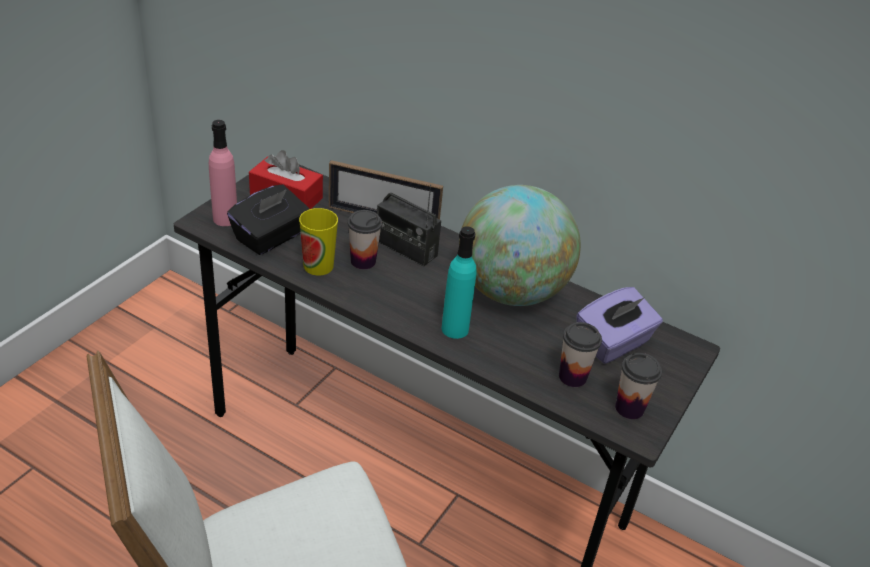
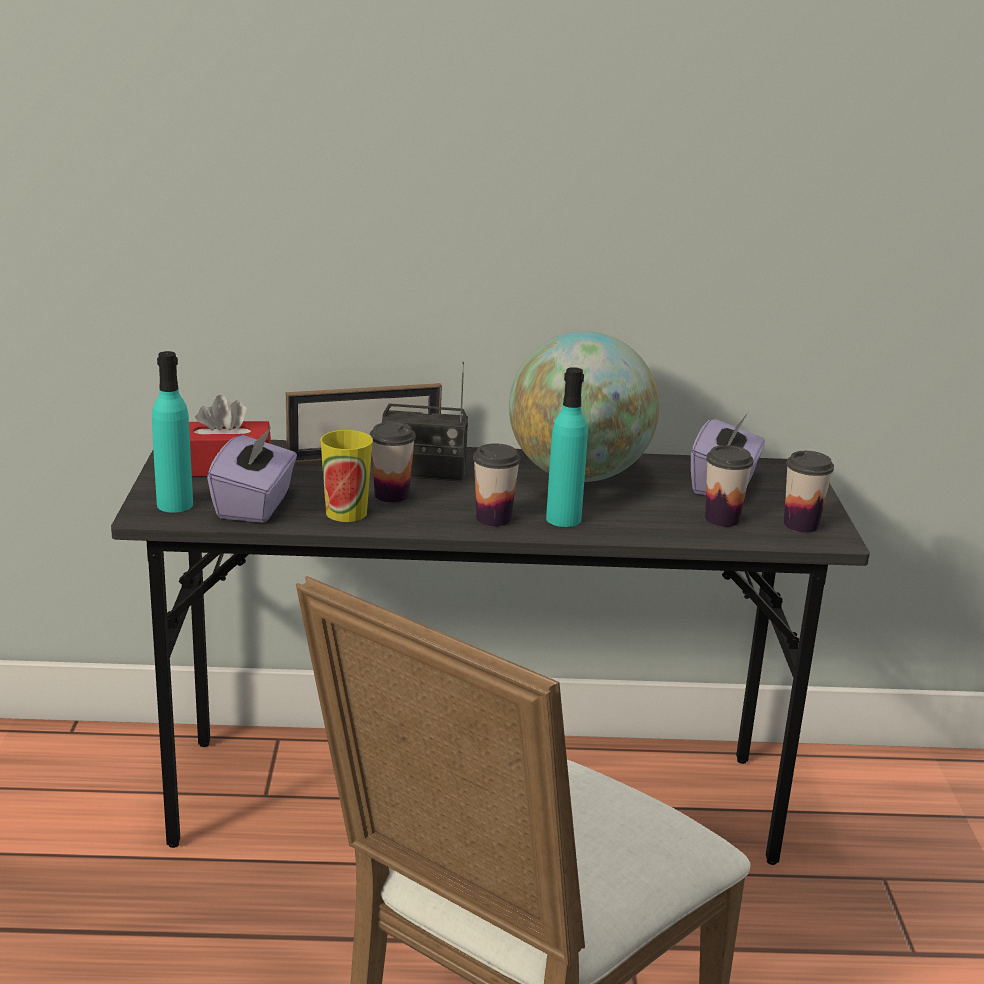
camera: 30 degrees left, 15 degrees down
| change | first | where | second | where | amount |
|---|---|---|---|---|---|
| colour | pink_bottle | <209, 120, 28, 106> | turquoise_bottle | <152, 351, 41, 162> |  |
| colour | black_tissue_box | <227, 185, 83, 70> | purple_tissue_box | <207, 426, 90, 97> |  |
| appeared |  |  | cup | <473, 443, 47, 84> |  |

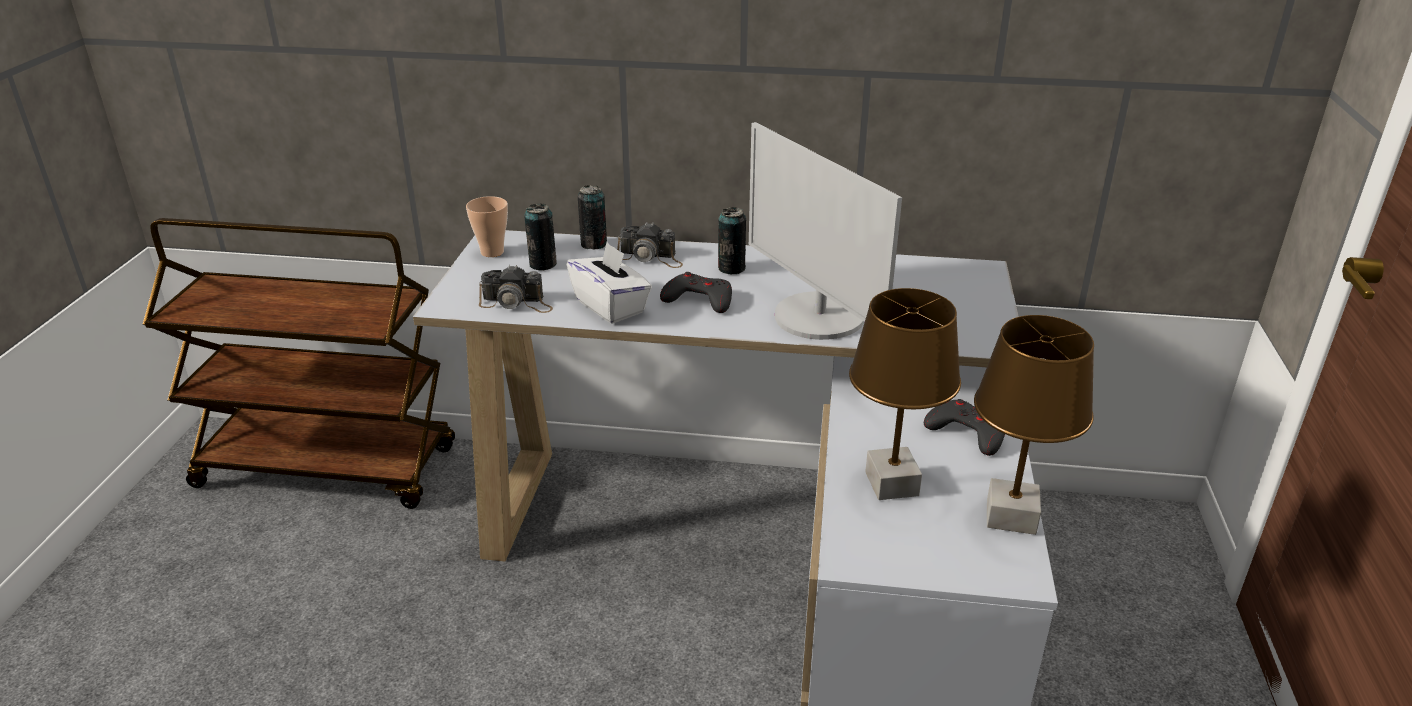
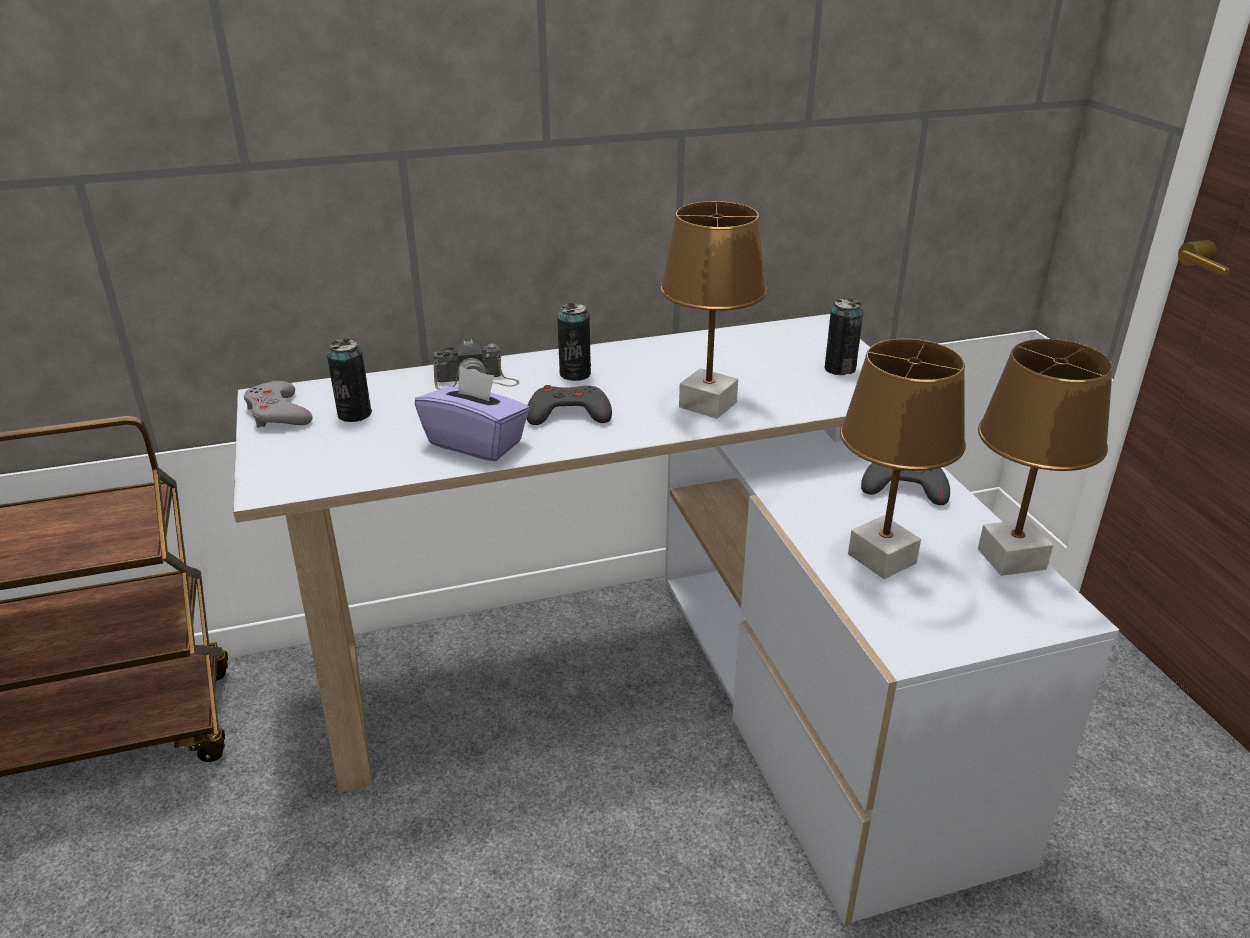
camera: 25 degrees left, 0 degrees up
| change | first | where | second | where | amount |
|---|---|---|---|---|---|
| exchanged | cup | <466, 196, 42, 61> | grey_game_controller | <244, 381, 69, 47> |  |
| missing | photo_camera | <479, 265, 74, 48> |  |  |  |
| colour | white_tissue_box | <567, 242, 85, 82> | purple_tissue_box | <415, 366, 115, 96> |  |
| relocated | can | <578, 185, 29, 65> |  | <824, 298, 39, 77> |  |
| exchanged | monitor | <749, 122, 153, 218> | brown_table_lamp | <660, 201, 107, 218> |  |

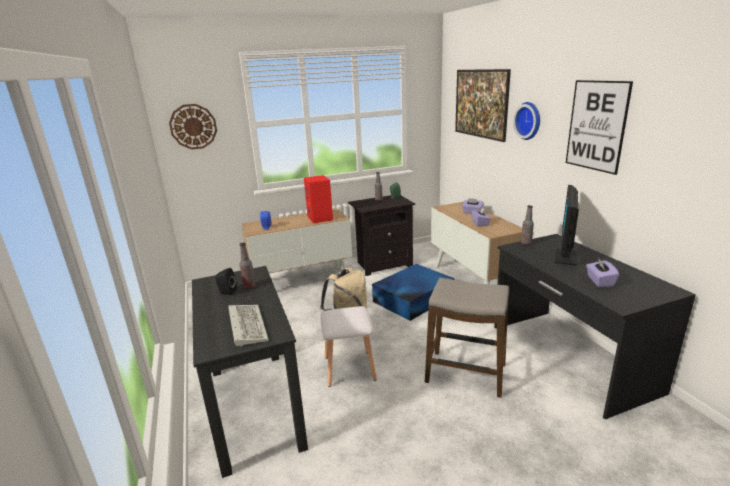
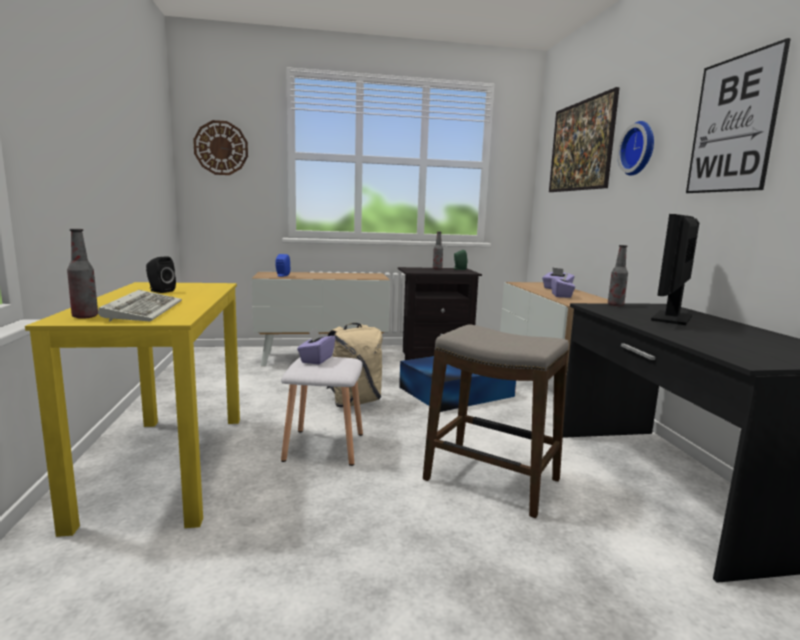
camera: 10 degrees right, 10 degrees down
| change | first | where | second | where | amount |
|---|---|---|---|---|---|
| colour | black_desk | <192, 266, 116, 212> | yellow_desk | <25, 282, 215, 255> |  |
| relocated | bottle | <239, 243, 17, 46> |  | <67, 229, 31, 90> |  |
| missing | red_speaker | <304, 175, 29, 49> |  |  |  |
| relocated | purple_tissue_box | <586, 258, 34, 29> |  | <297, 328, 38, 37> |  |

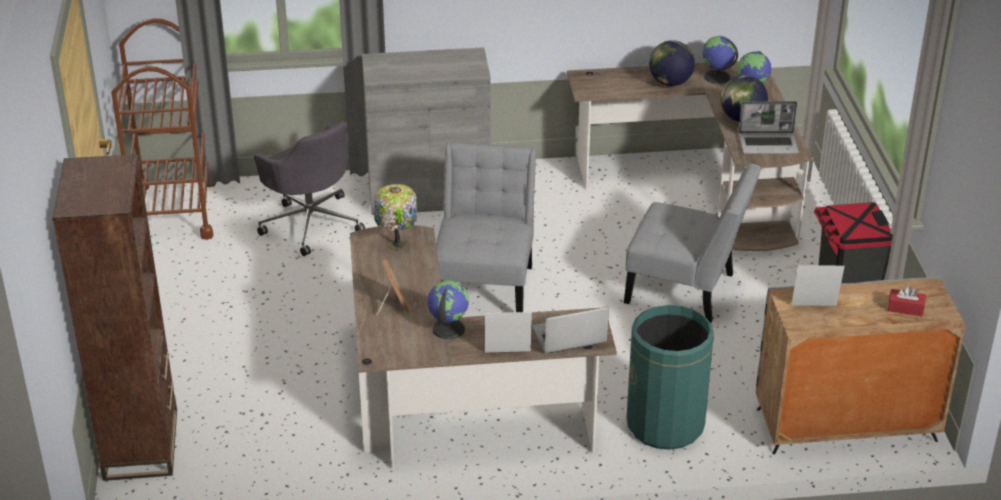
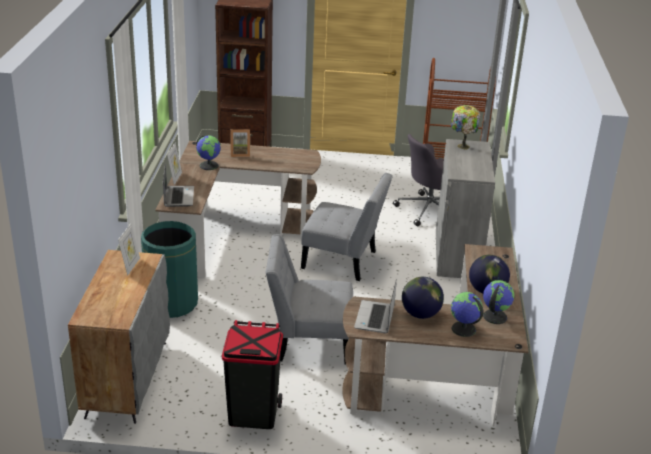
camera: 100 degrees right, 5 degrees down
| change | first | where | second | where | amount |
|---|---|---|---|---|---|
| relocated | table_lamp | <374, 184, 43, 67> |  | <451, 105, 29, 45> |  |
| spun | grey_chair | <624, 163, 137, 160> |  | <266, 234, 87, 131> | 60 degrees clockwise |
| missing | red_tissue_box | <888, 286, 38, 31> |  |  |  |

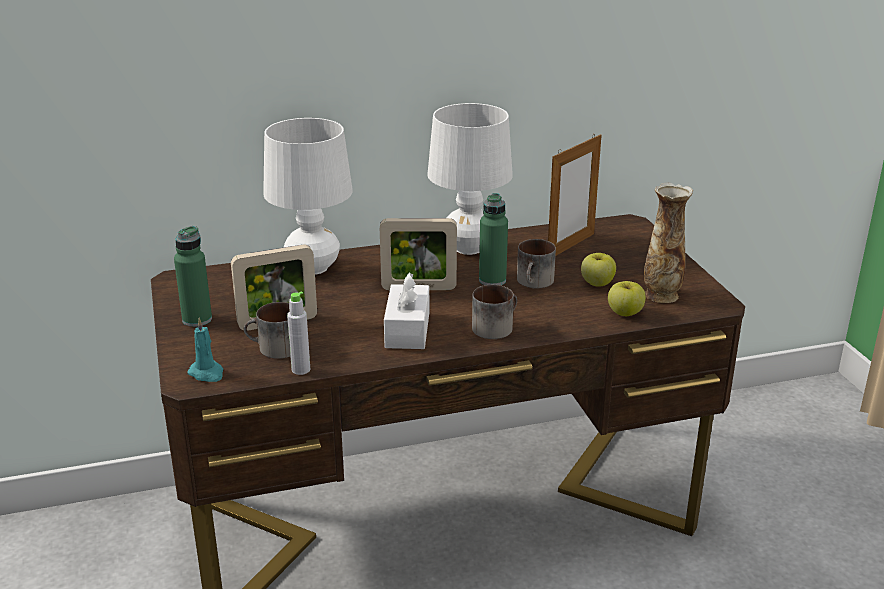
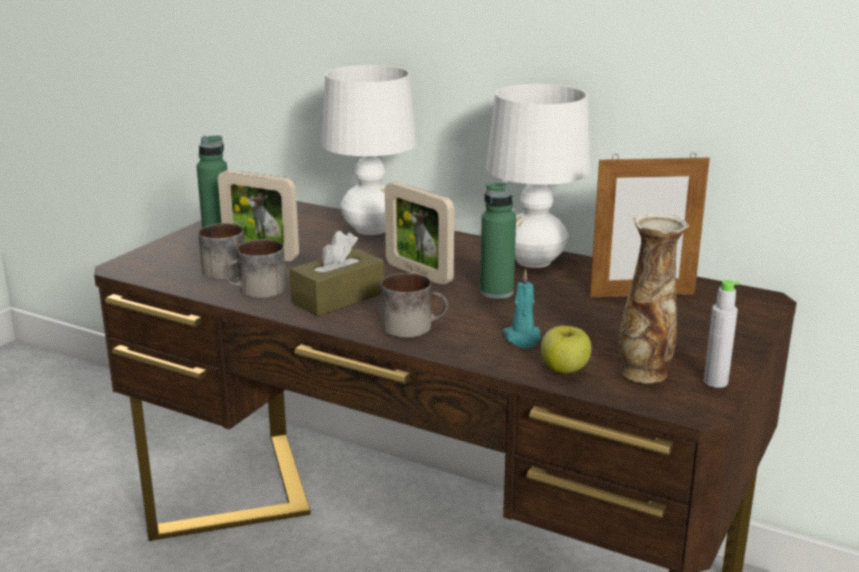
camera: 45 degrees right, 5 degrees down
| change | first | where | second | where | amount |
|---|---|---|---|---|---|
| relocated | turquoise_candle | <187, 317, 36, 65> |  | <503, 269, 38, 79> |  |
| relocated | grey_bottle | <287, 292, 23, 83> |  | <704, 280, 36, 108> |  |
| colour | white_tissue_box | <384, 272, 45, 77> | brown_tissue_box | <289, 231, 95, 85> |  |
| relocated | mug | <517, 239, 39, 49> |  | <224, 239, 62, 59> |  |
| missing | apple | <581, 253, 35, 33> |  |  |  |

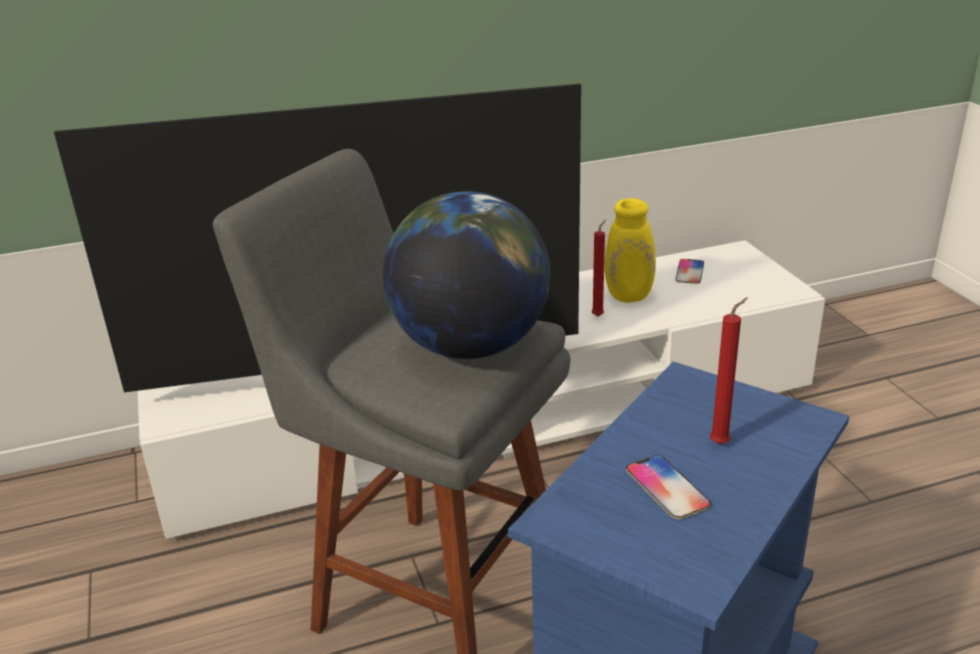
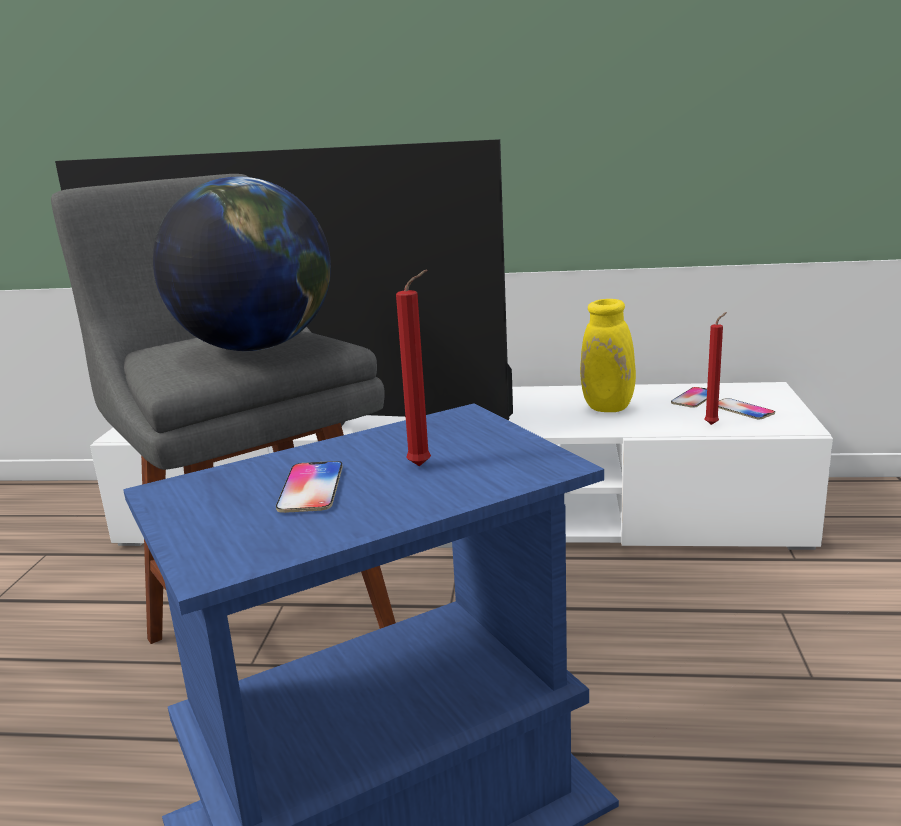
camera: 25 degrees right, 10 degrees down
| change | first | where | second | where | amount |
|---|---|---|---|---|---|
| relocated | red_candle | <592, 220, 14, 96> |  | <704, 312, 23, 113> |  |
| appeared |  |  | phone | <718, 398, 57, 22> |  |

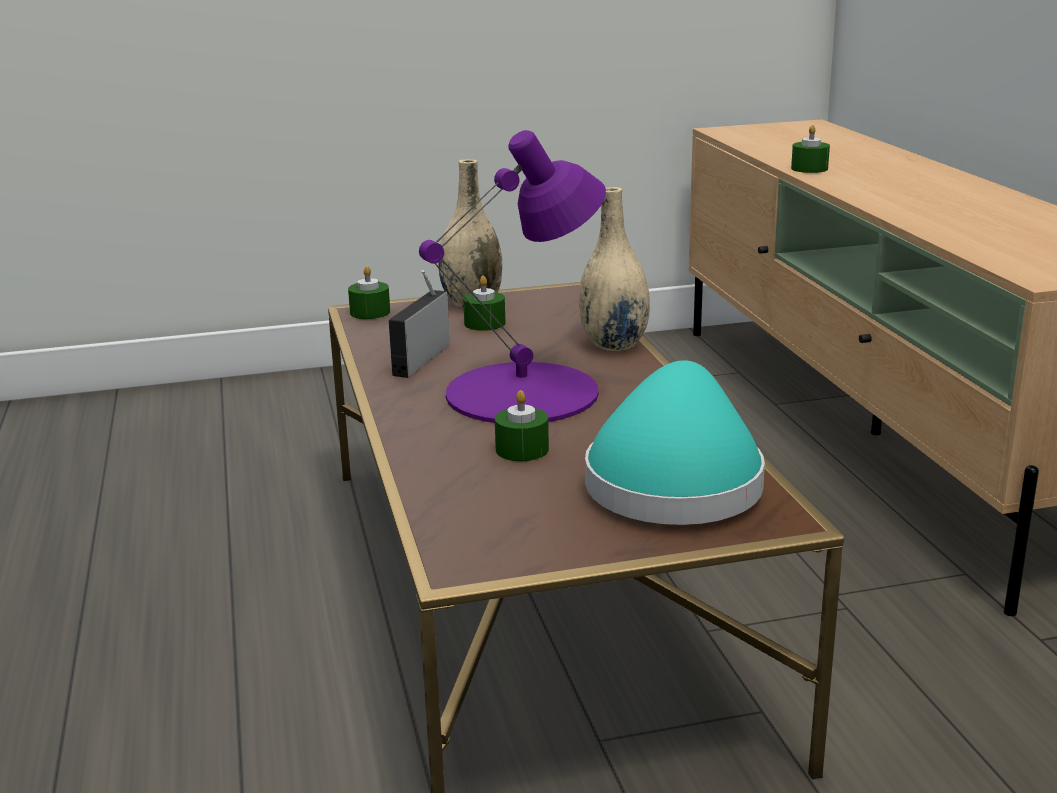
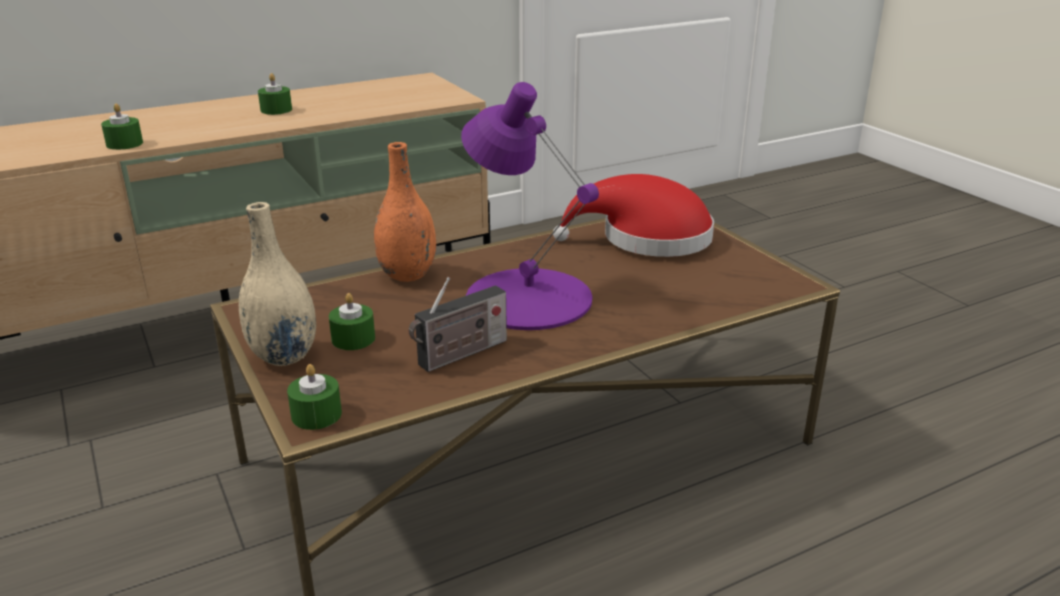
camera: 105 degrees left, 5 degrees up
| change | first | where | second | where | amount |
|---|---|---|---|---|---|
| spun | radio | <389, 270, 61, 108> |  | <409, 277, 98, 95> | 45 degrees counterclockwise |
| relocated | green_candle | <495, 390, 54, 71> |  | <258, 73, 34, 42> |  |
| colour | beige_vase | <579, 187, 71, 164> | orange_vase | <374, 142, 62, 140> |  |
| colour | turquoise_hat | <585, 360, 180, 165> | red_hat | <553, 174, 161, 83> |  |

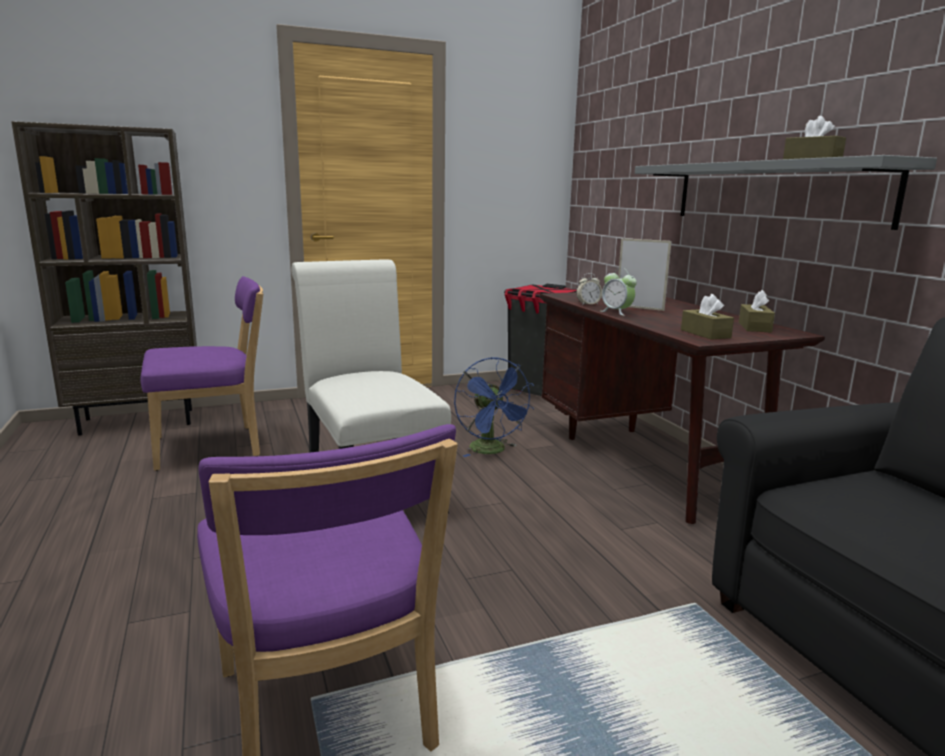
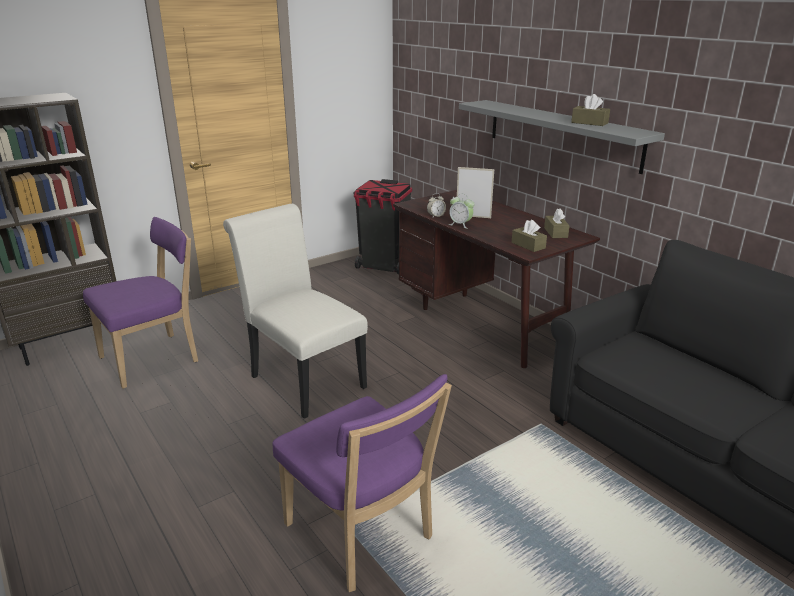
camera: 15 degrees left, 10 degrees up
| change | first | where | second | where | amount |
|---|---|---|---|---|---|
| missing | blue_fan | <454, 357, 80, 100> |  |  |  |

